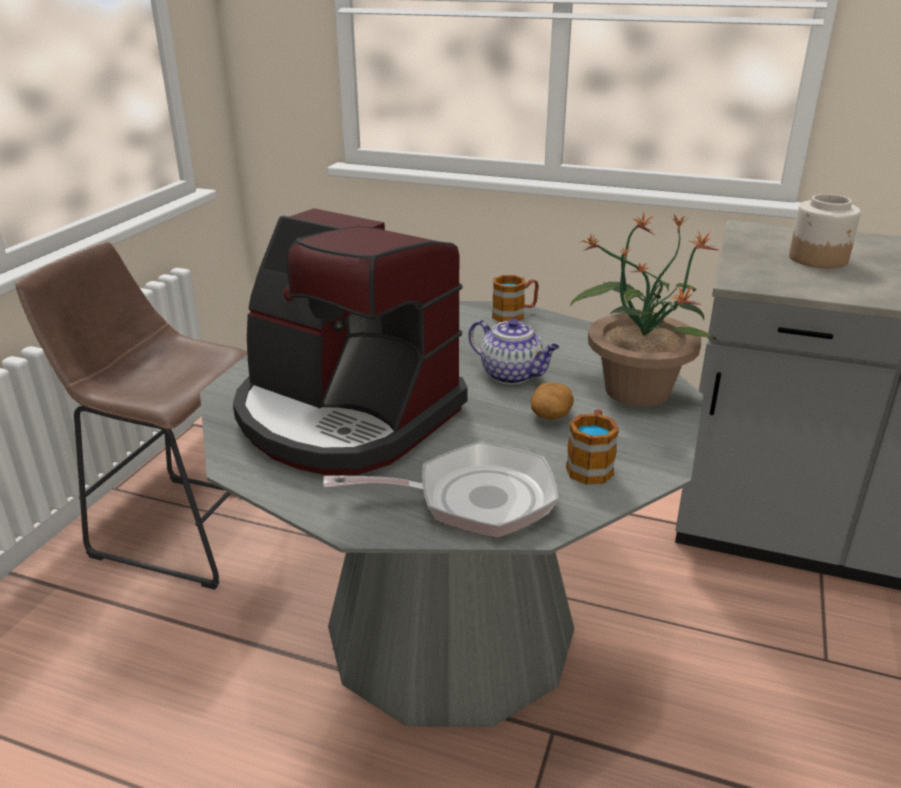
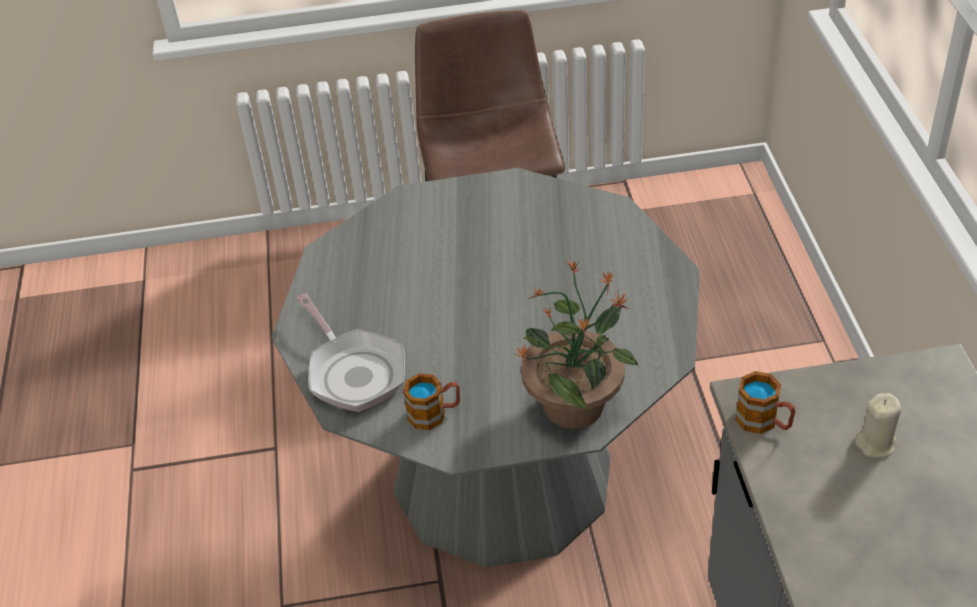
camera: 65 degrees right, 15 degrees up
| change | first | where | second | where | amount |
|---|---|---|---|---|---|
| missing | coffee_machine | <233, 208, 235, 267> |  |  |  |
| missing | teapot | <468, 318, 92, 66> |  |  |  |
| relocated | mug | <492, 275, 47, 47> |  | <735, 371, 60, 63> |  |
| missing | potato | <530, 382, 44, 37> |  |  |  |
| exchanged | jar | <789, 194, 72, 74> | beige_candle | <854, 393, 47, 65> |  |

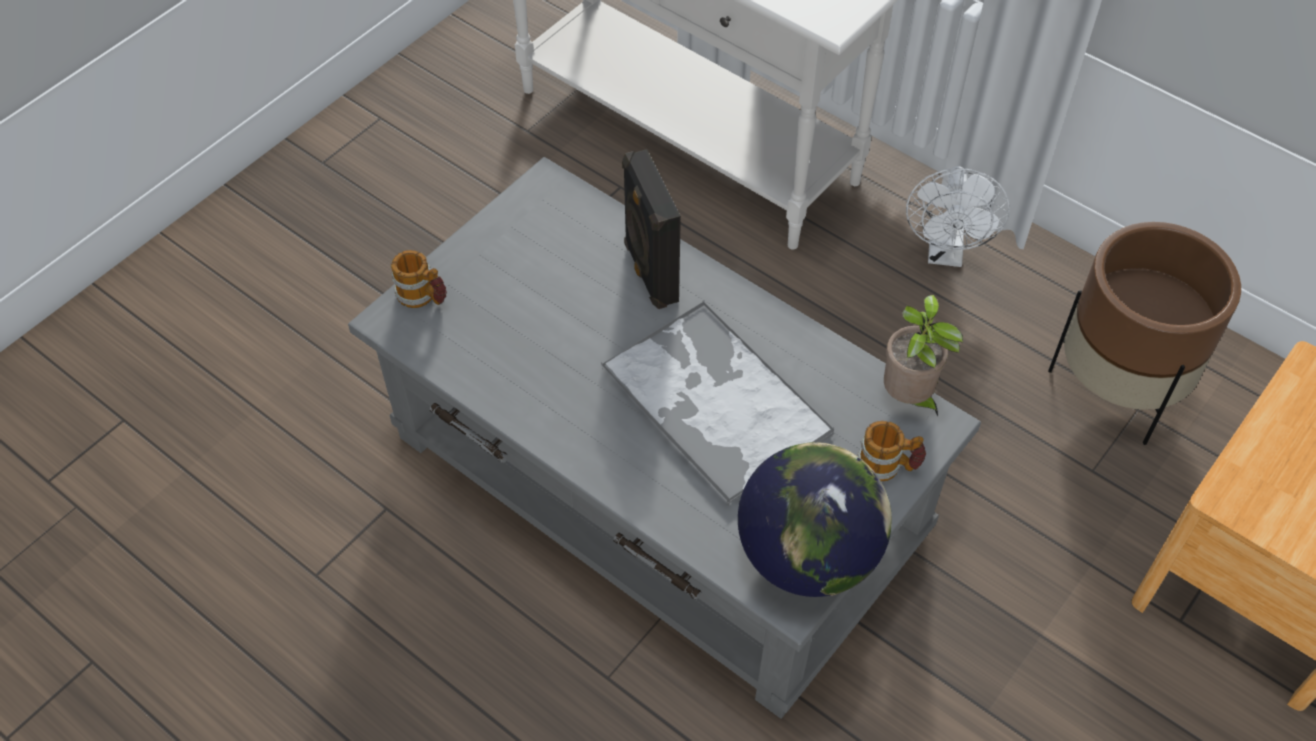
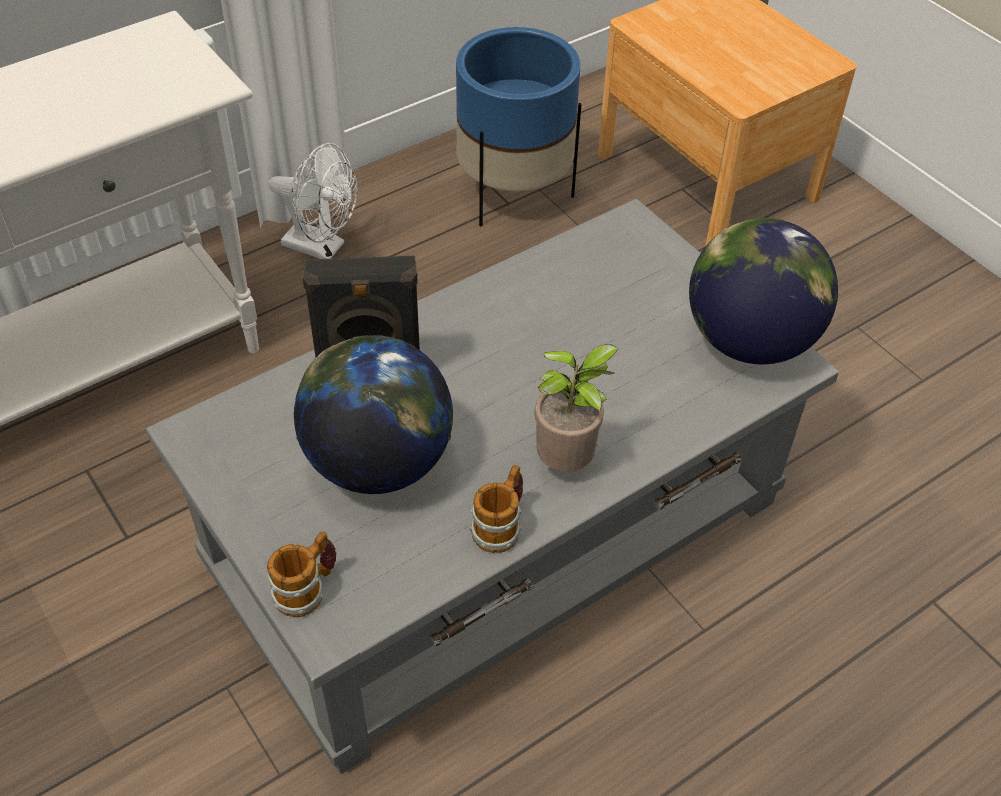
camera: 75 degrees left, 5 degrees down
| change | first | where | second | where | amount |
|---|---|---|---|---|---|
| missing | tray | <601, 301, 233, 205> |  |  |  |
| relocated | mug | <857, 421, 69, 60> |  | <469, 465, 54, 88> |  |
| relocated | potted_plant | <884, 295, 79, 121> |  | <535, 345, 83, 127> |  |
| colour | brown_planter | <1048, 222, 193, 223> | blue_planter | <456, 27, 125, 199> |  |
| appeared |  |  | globe | <294, 335, 159, 159> |  |

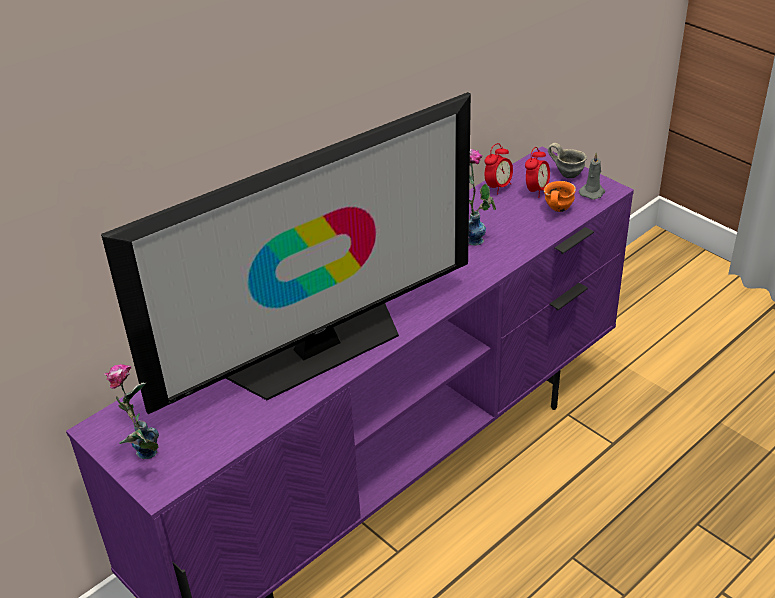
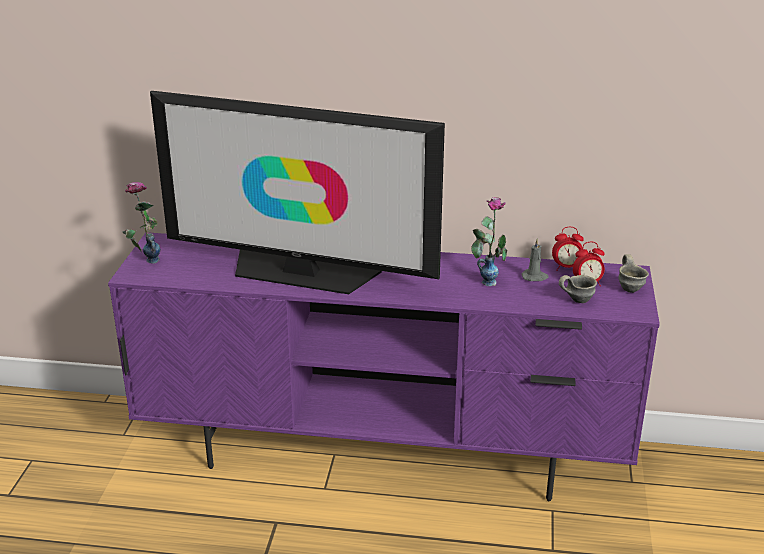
camera: 50 degrees right, 10 degrees down
| change | first | where | second | where | amount |
|---|---|---|---|---|---|
| colour | orange_mug | <544, 181, 32, 31> | grey_mug | <559, 275, 38, 28> |  |
| relocated | grey_candle | <579, 152, 26, 48> |  | <522, 238, 27, 43> |  |

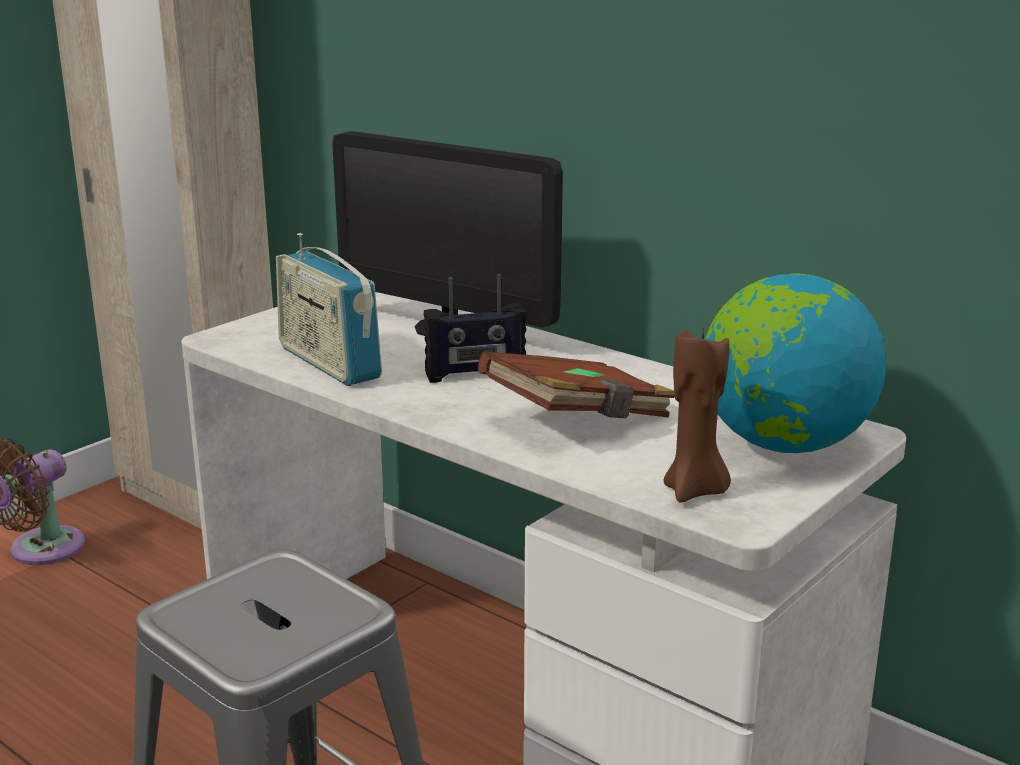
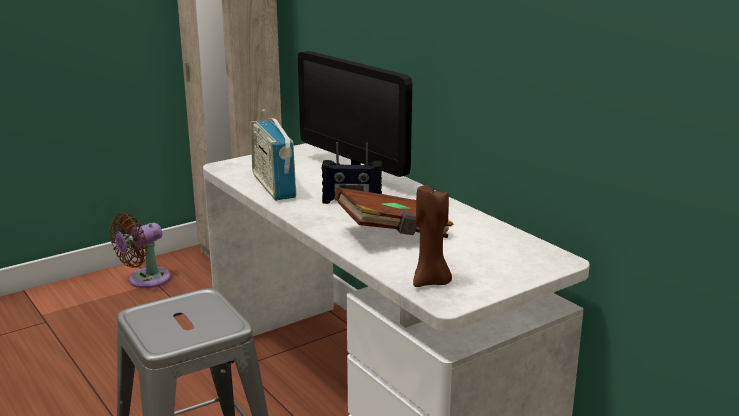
camera: 15 degrees right, 0 degrees up
| change | first | where | second | where | amount |
|---|---|---|---|---|---|
| missing | globe | <705, 273, 181, 180> |  |  |  |

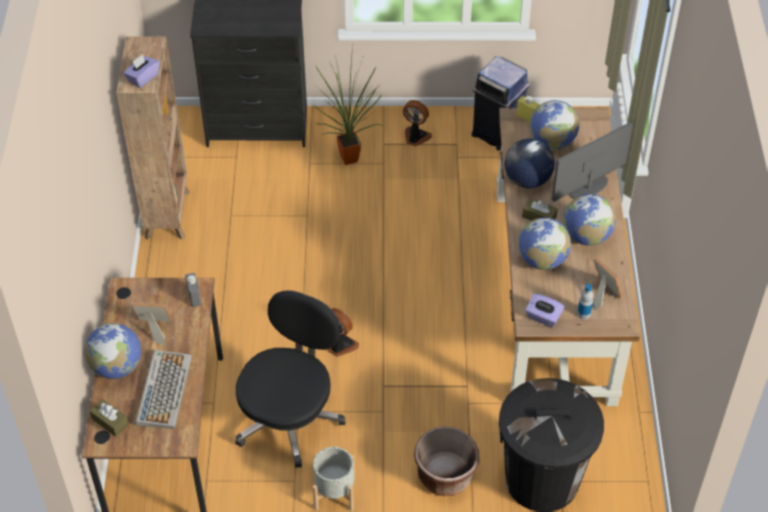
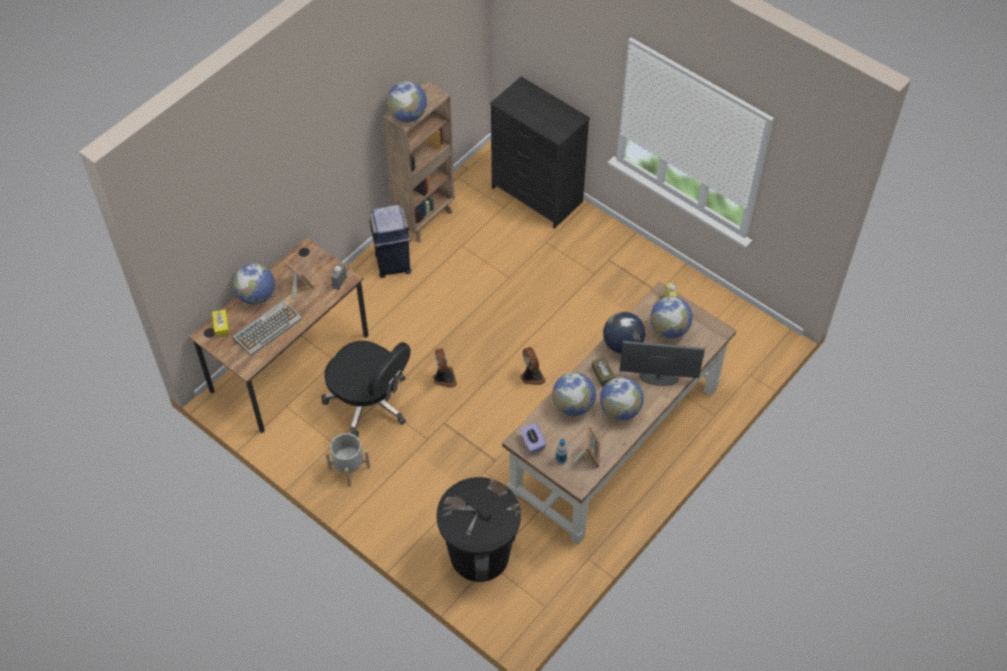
camera: 40 degrees right, 5 degrees up
| change | first | where | second | where | amount |
|---|---|---|---|---|---|
| colour | brown_tissue_box | <90, 399, 39, 38> | yellow_tissue_box | <212, 310, 18, 28> |  |
| exchanged | purple_tissue_box | <124, 54, 36, 34> | globe | <387, 81, 40, 41> |  |
| spun | black_office_chair | <235, 290, 111, 178> |  | <321, 341, 89, 96> | 60 degrees clockwise |
| missing | potted_plant | <314, 45, 69, 120> |  |  |  |
| relocated | fan | <403, 100, 29, 46> |  | <520, 347, 26, 38> |  |
| missing | brown_planter | <414, 427, 65, 69> |  |  |  |
| relocated | blue_trash_can | <471, 56, 59, 95> |  | <369, 205, 42, 73> |  |

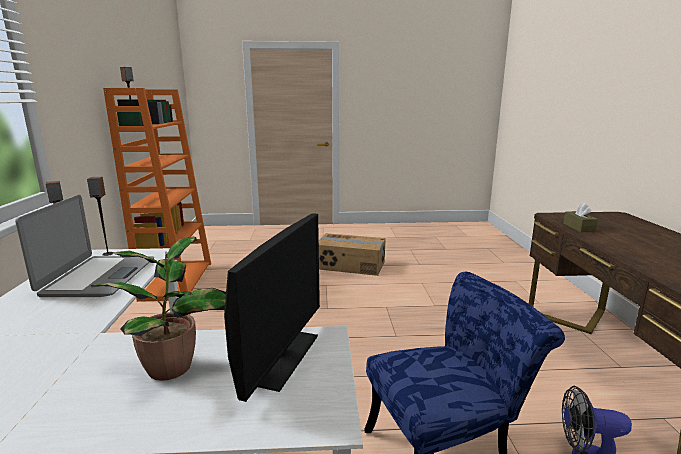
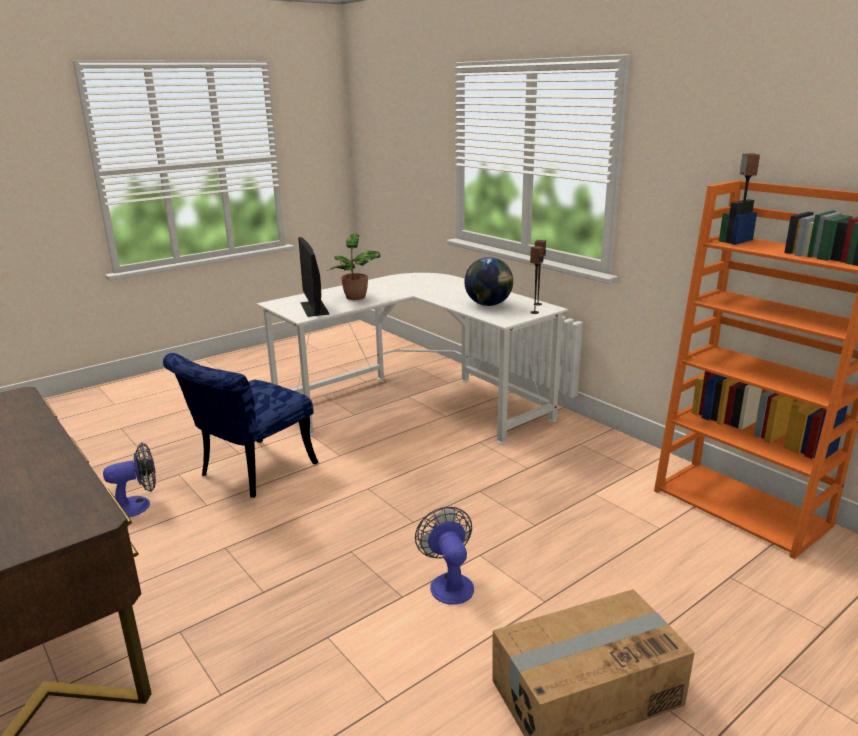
camera: 145 degrees right, 5 degrees up
| change | first | where | second | where | amount |
|---|---|---|---|---|---|
| exchanged | laptop | <15, 195, 139, 102> | globe | <464, 257, 49, 49> |  |
| missing | brown_tissue_box | <563, 203, 35, 29> |  |  |  |
| appeared |  |  | fan | <415, 507, 59, 98> |  |

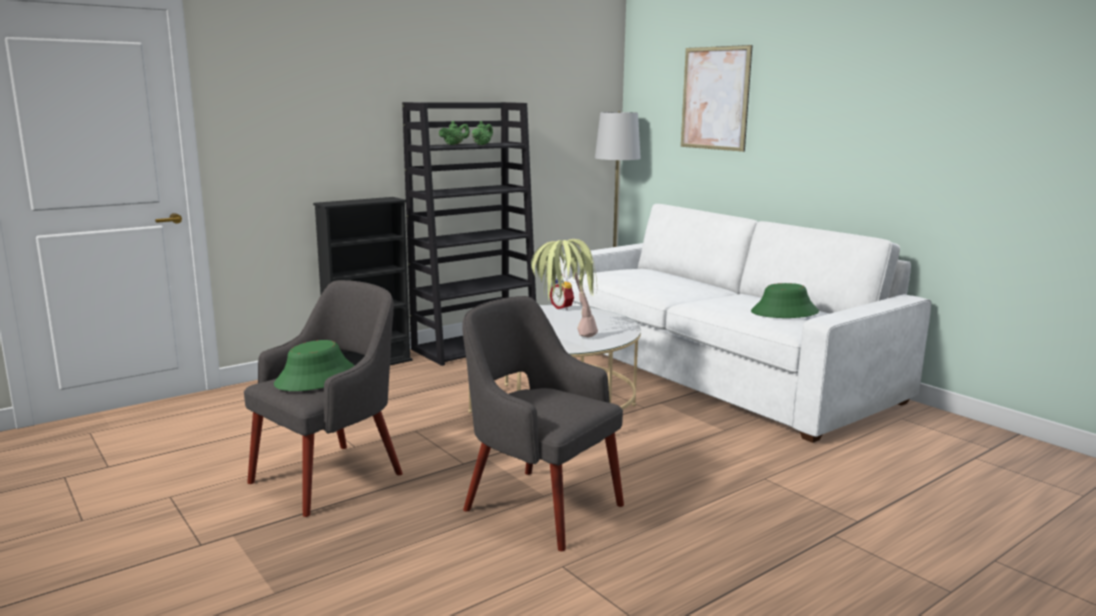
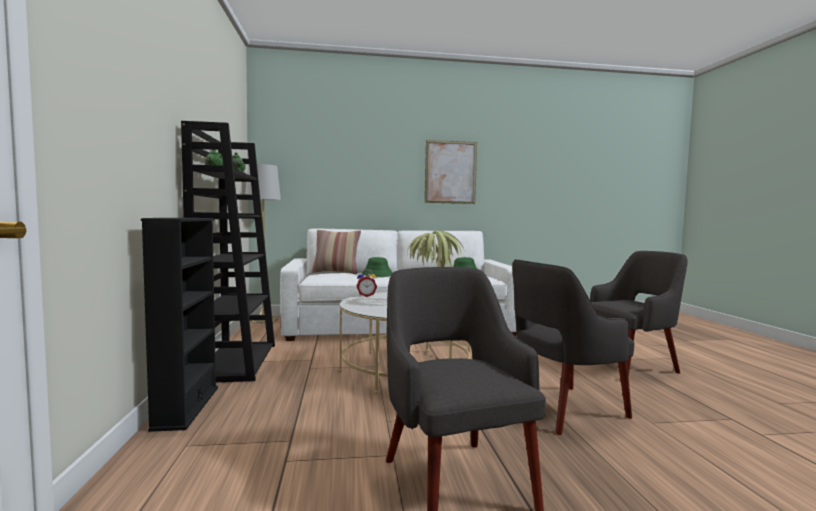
camera: 60 degrees left, 10 degrees down
| change | first | where | second | where | amount |
|---|---|---|---|---|---|
| relocated | green_hat | <274, 340, 81, 51> |  | <362, 257, 31, 20> |  |
| relocated | picture | <681, 45, 72, 107> |  | <425, 140, 52, 64> |  |
| appeared |  |  | pillow | <312, 230, 49, 44> |  |
| appeared |  |  | grey_armchair | <590, 251, 98, 126> |  |

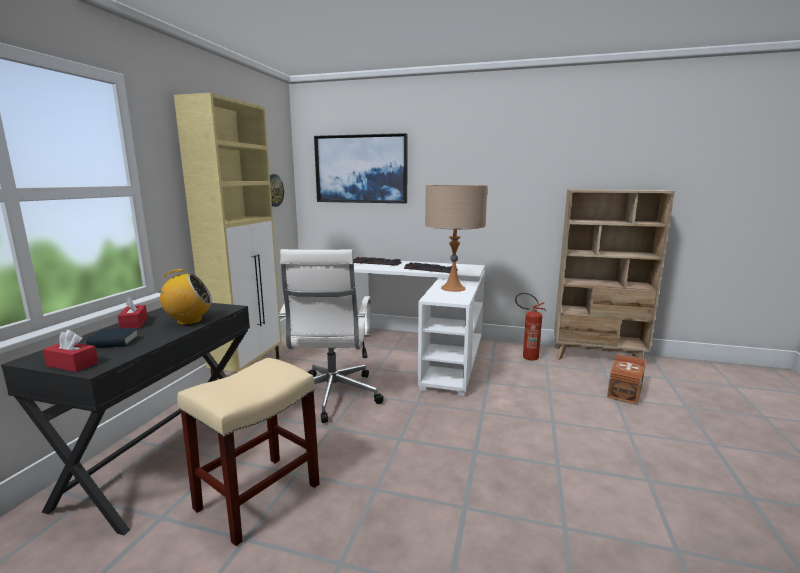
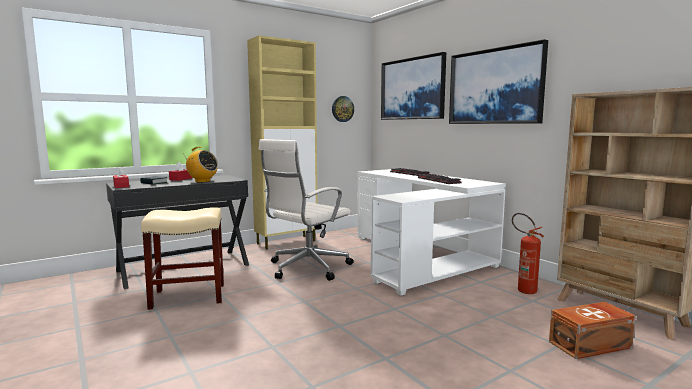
camera: 40 degrees right, 5 degrees down
| change | first | where | second | where | amount |
|---|---|---|---|---|---|
| missing | beige_table_lamp | <425, 185, 63, 107> |  |  |  |
| appeared |  |  | picture | <449, 39, 99, 85> |  |

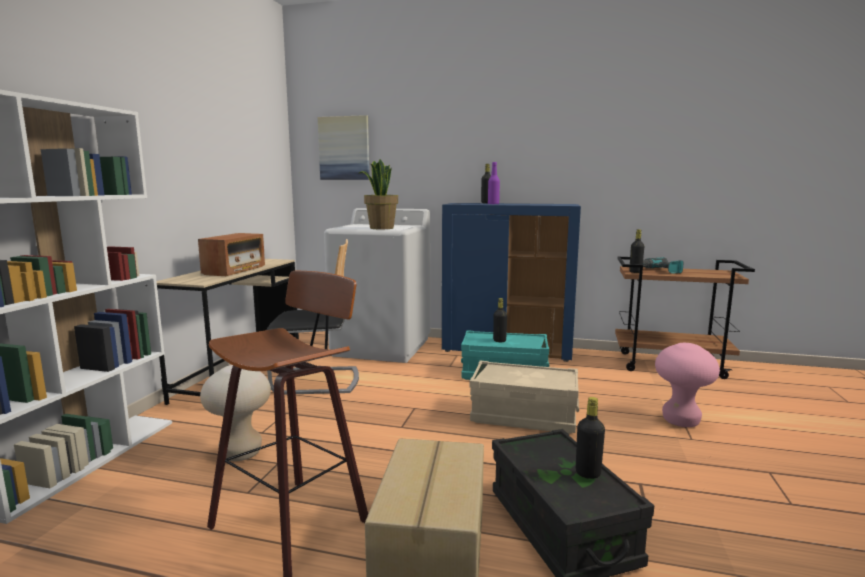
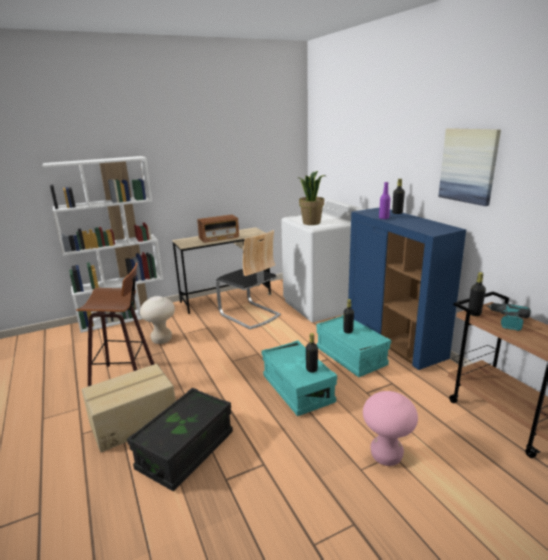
camera: 50 degrees right, 10 degrees up
| change | first | where | second | where | amount |
|---|---|---|---|---|---|
| relocated | picture | <318, 115, 52, 65> |  | <438, 128, 63, 78> |  |
| colour | beige_storage_box | <469, 361, 110, 73> | turquoise_storage_box | <261, 340, 76, 76> |  |
| relocated | black_bottle | <576, 397, 29, 82> |  | <306, 333, 12, 40> |  |

